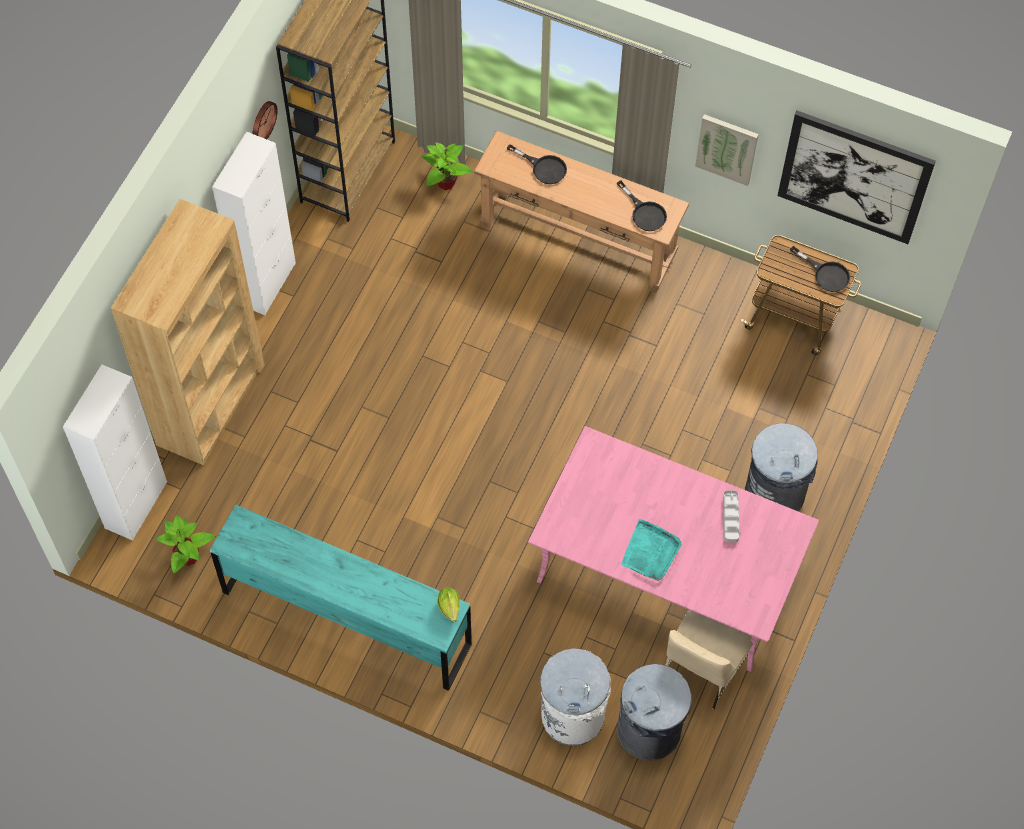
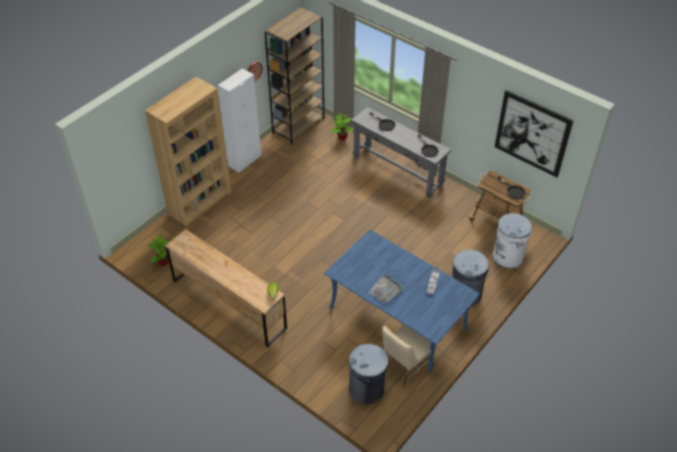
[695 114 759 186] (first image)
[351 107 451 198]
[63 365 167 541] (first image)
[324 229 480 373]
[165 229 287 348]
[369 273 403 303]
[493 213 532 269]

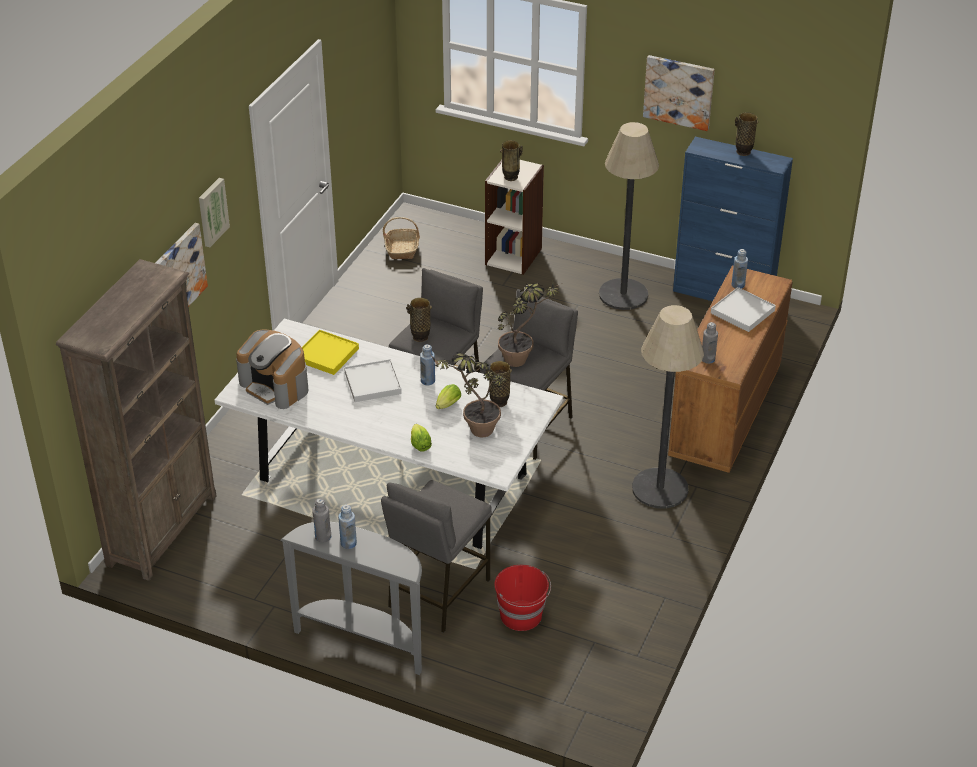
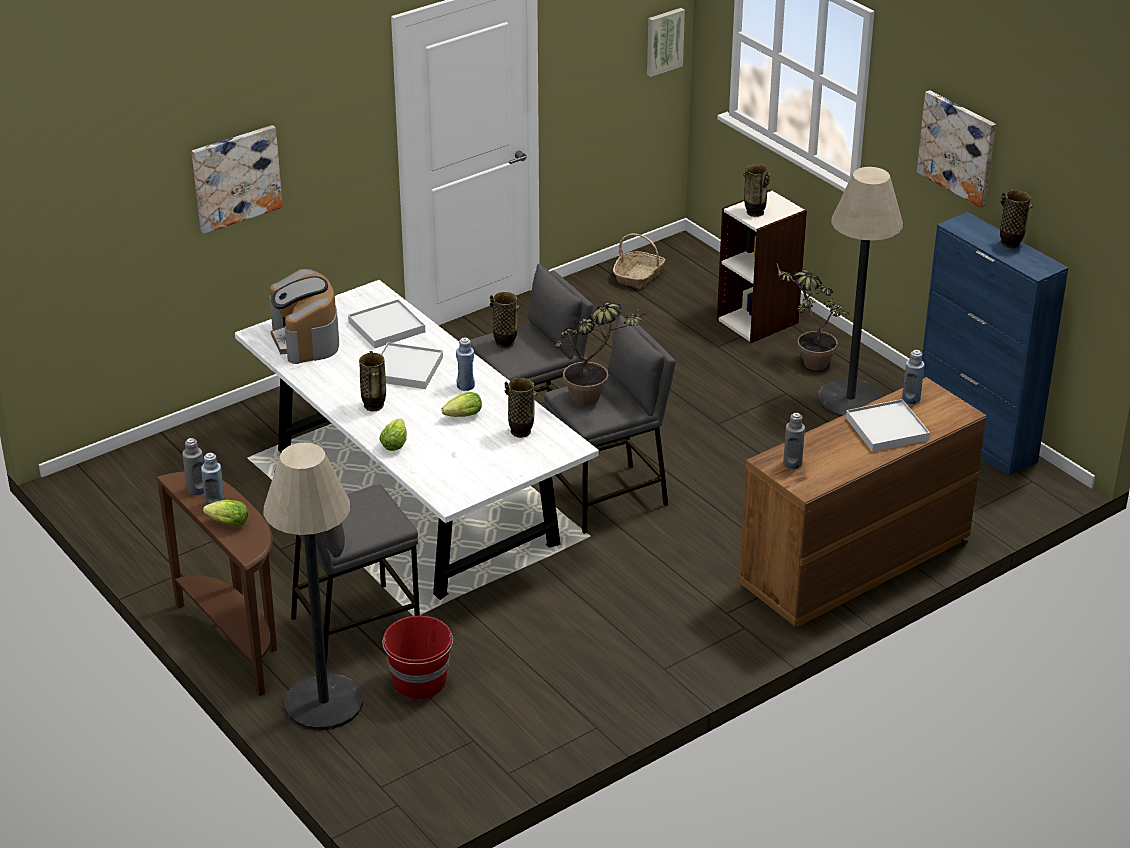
[647 8 685 77]
[56 259 217 581] (first image)
[263 443 363 730]
[348 299 425 348]
[777 264 849 370]
[156 471 277 696]
[359 351 386 411]
[203 500 248 526]

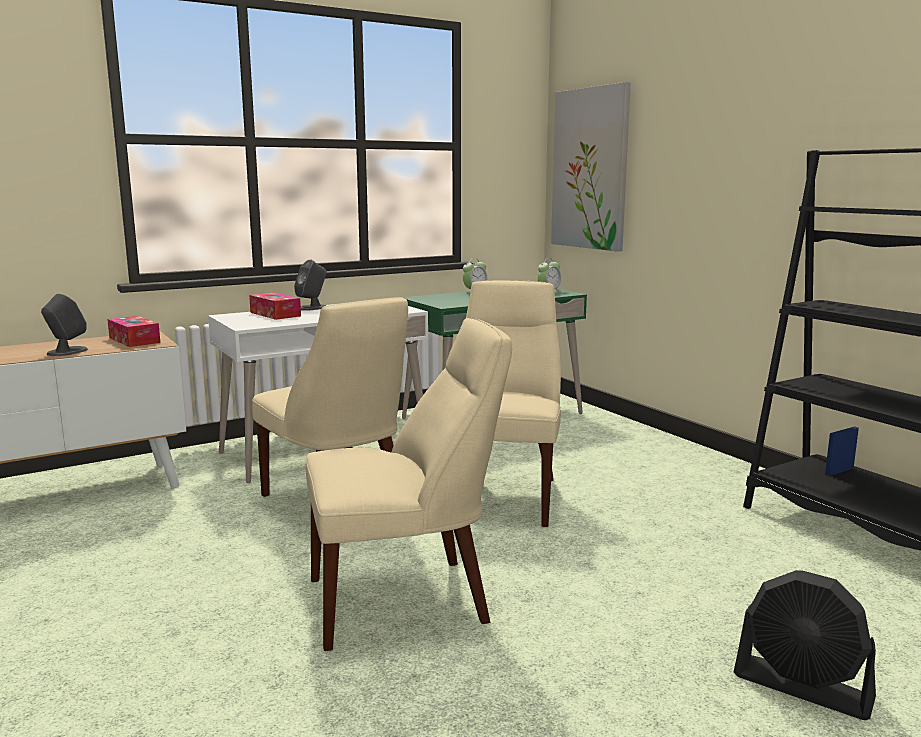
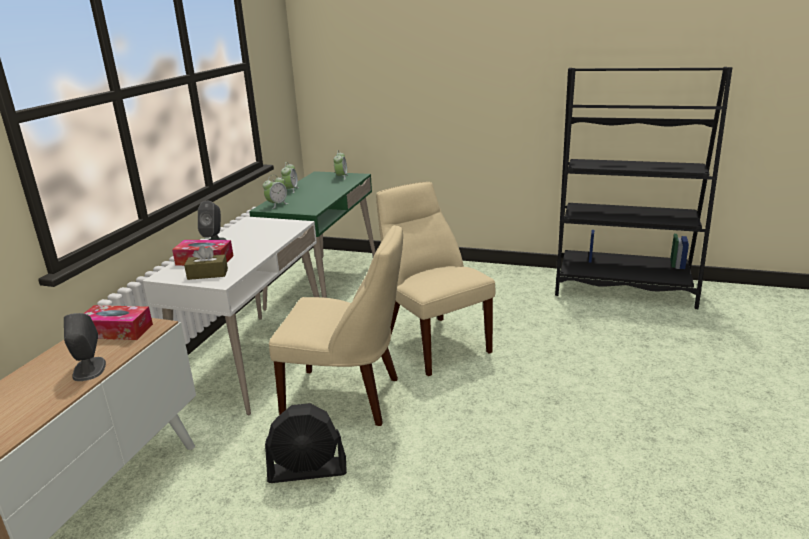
[551 82 631 252] (first image)
[306 318 512 651] (first image)
[265 403 347 483]
[263 175 289 209]
[184 245 228 280]

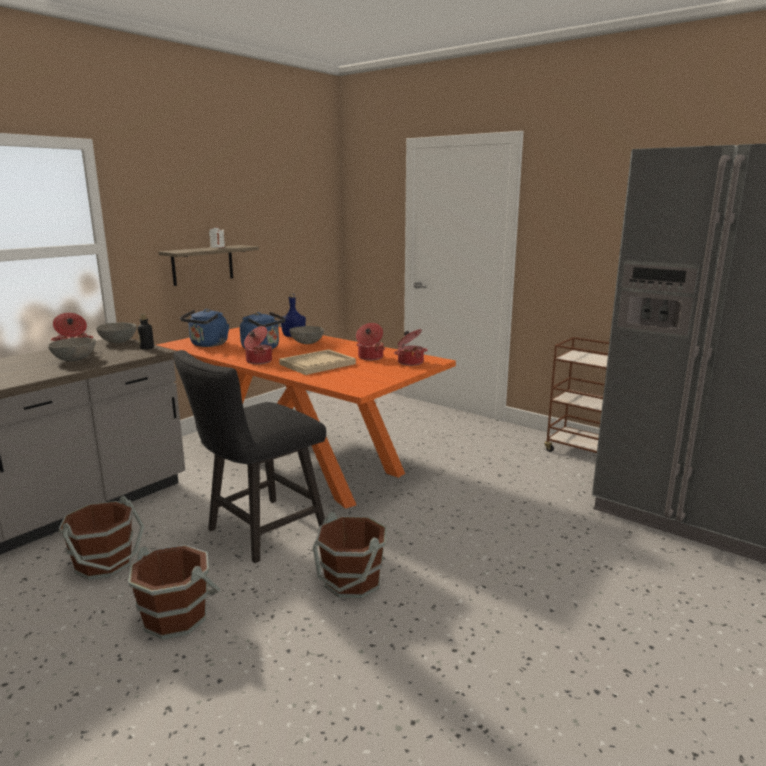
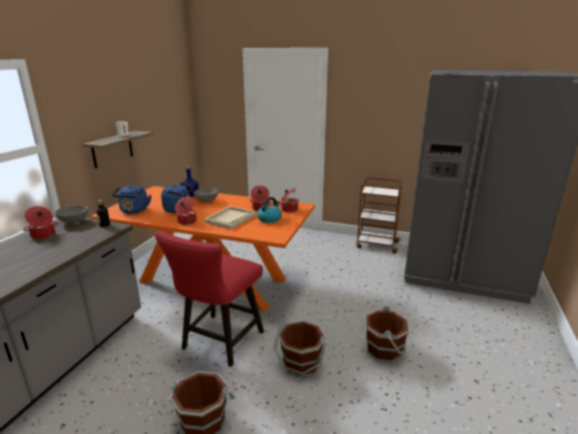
[48 337 96 362] (first image)
[155 231 264 367]
[366 305 410 363]
[257 197 282 223]

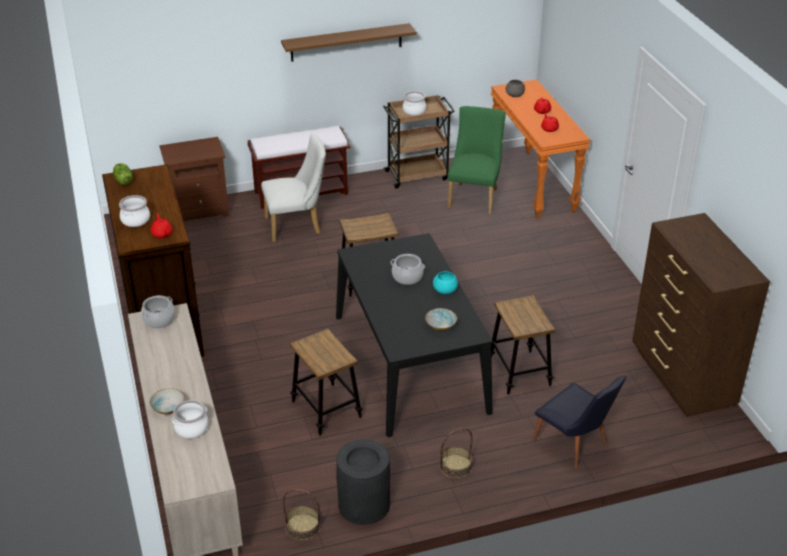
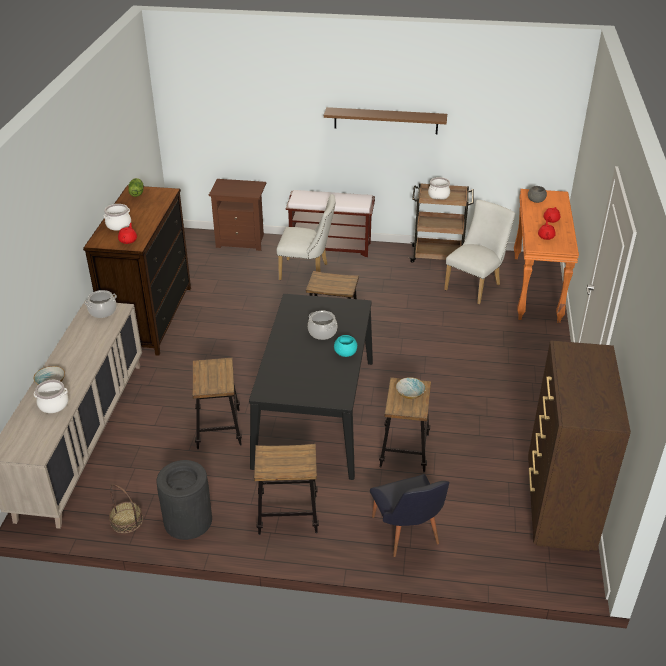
[444 200 515 304]
[396 377 426 399]
[254 444 319 535]

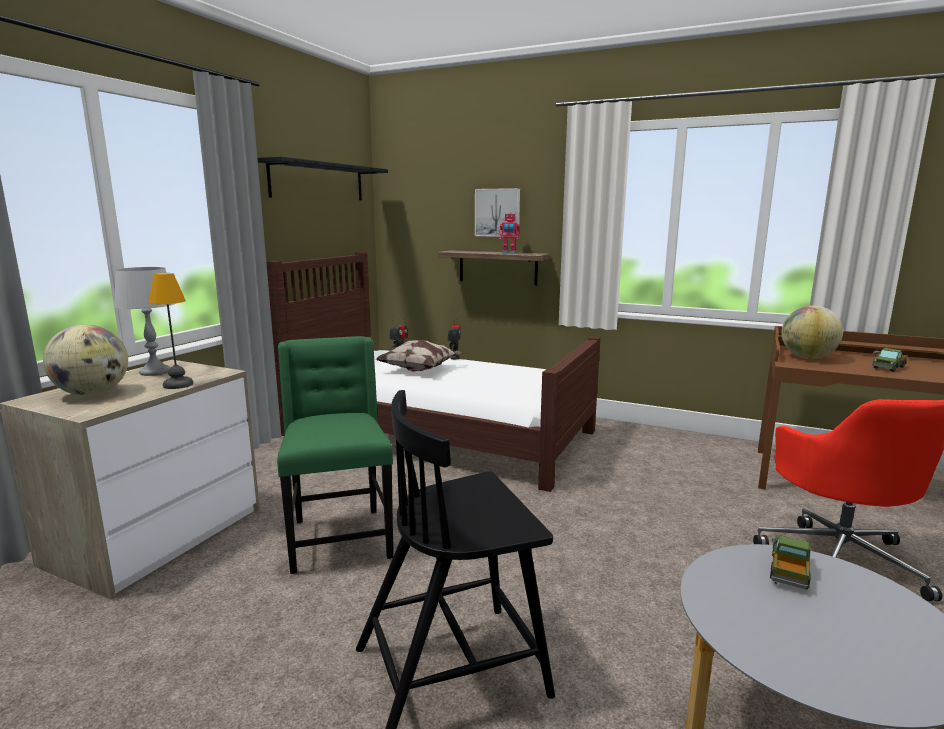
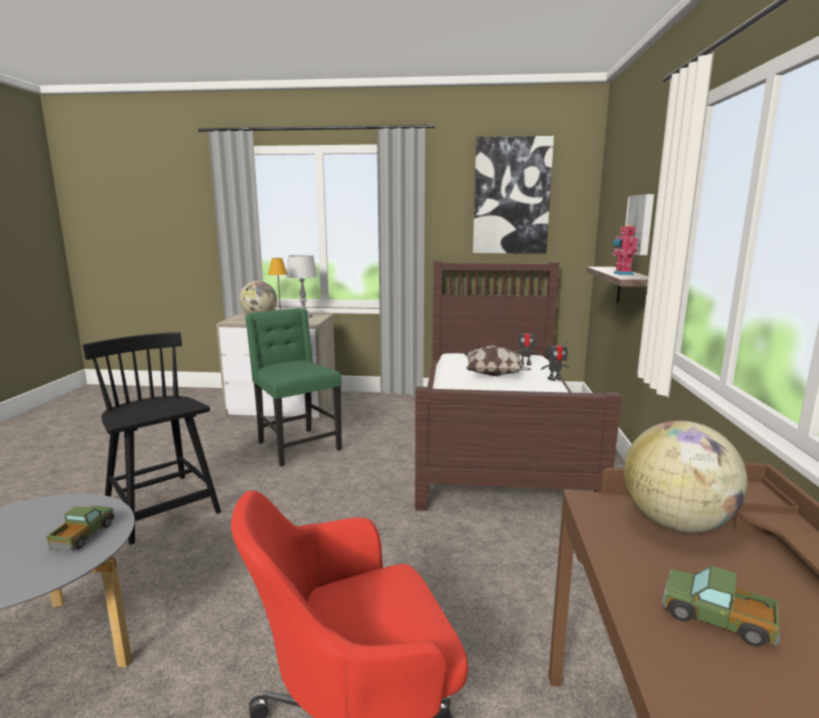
[473 136 554 254]
[245 308 342 467]
[46 505 115 550]

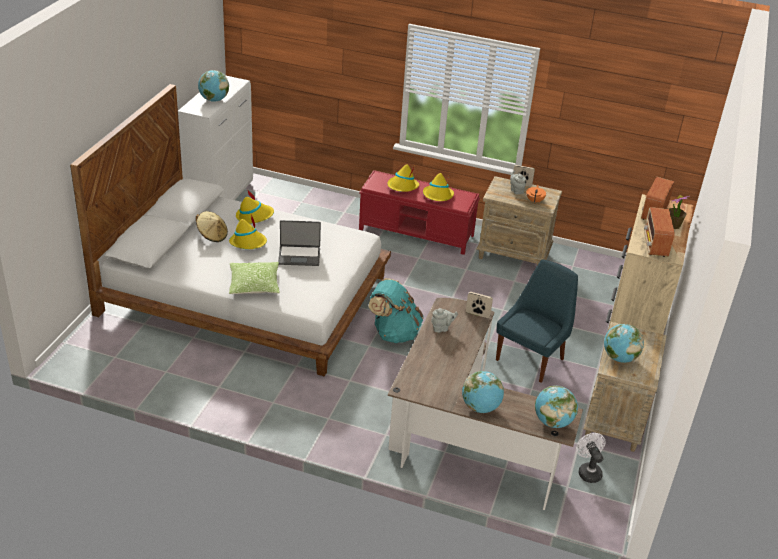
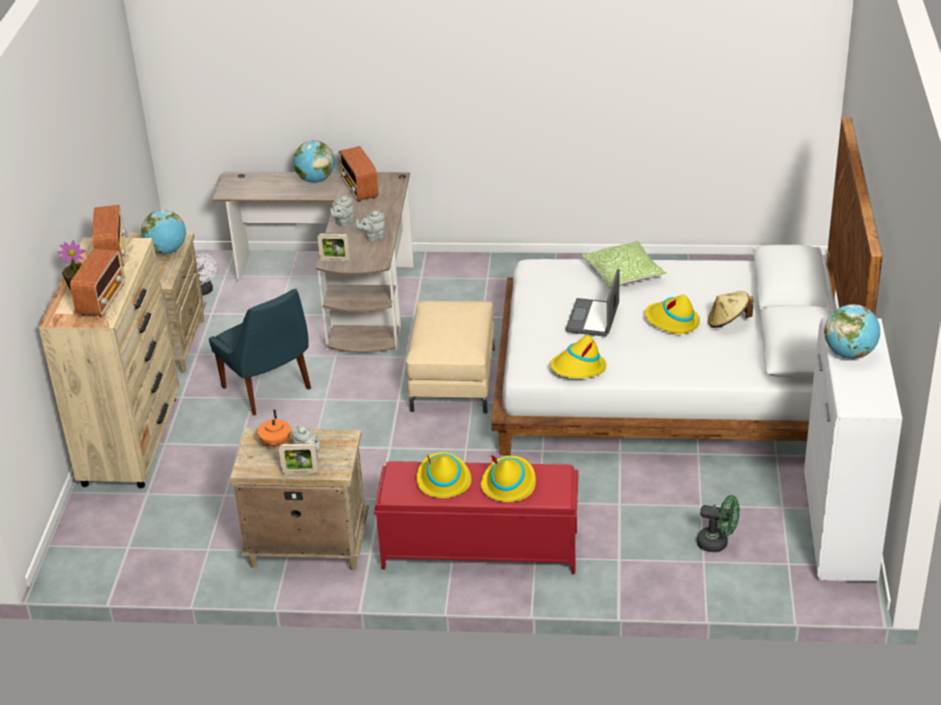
[550 335 606 378]
[566 269 620 337]
[209 289 311 416]
[406 301 495 414]
[535 386 578 428] (first image)
[339 146 379 202]
[330 195 354 227]
[697 495 740 552]

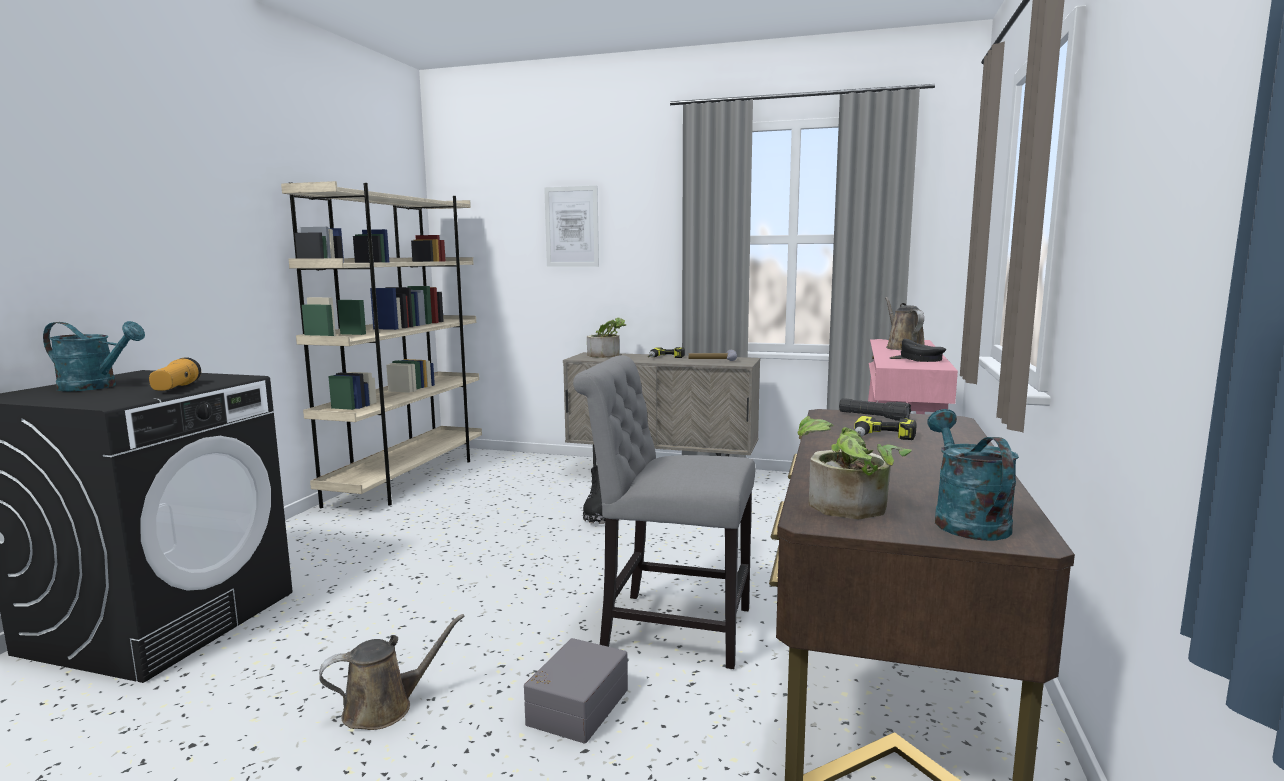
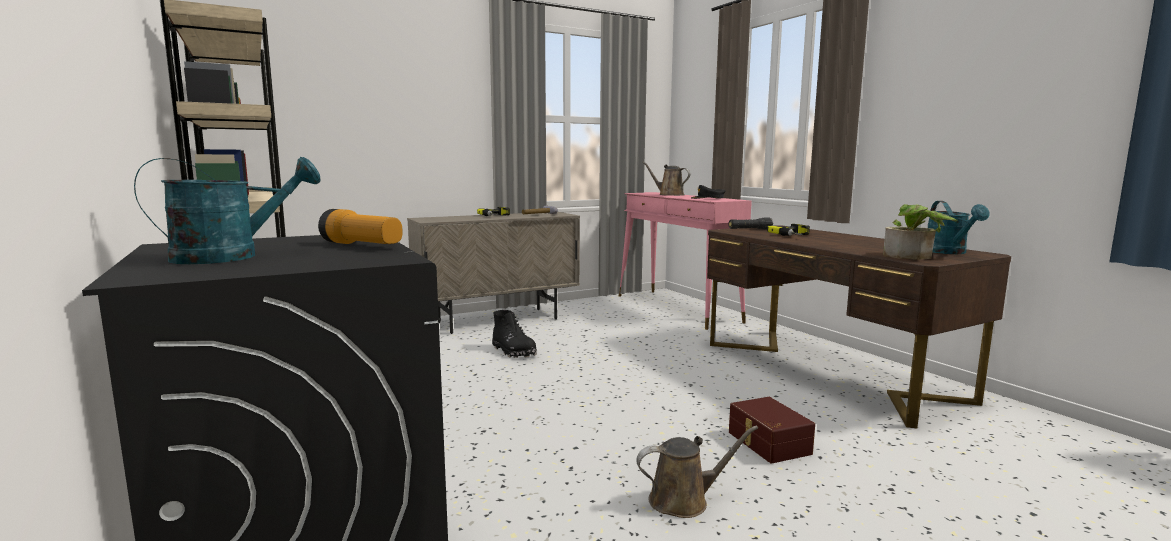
[544 186 599 267] (first image)
[587 318 626 358] (first image)
[573 355 755 669] (first image)
[928 201 990 254]
[636 426 758 518]
[729 397 815 464]

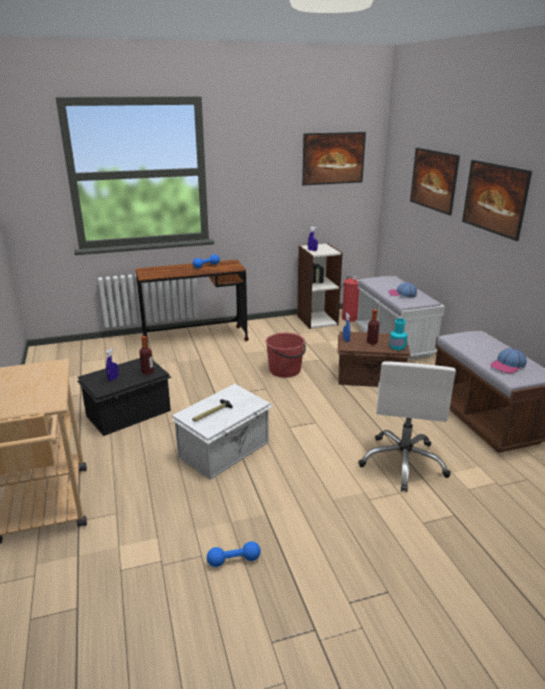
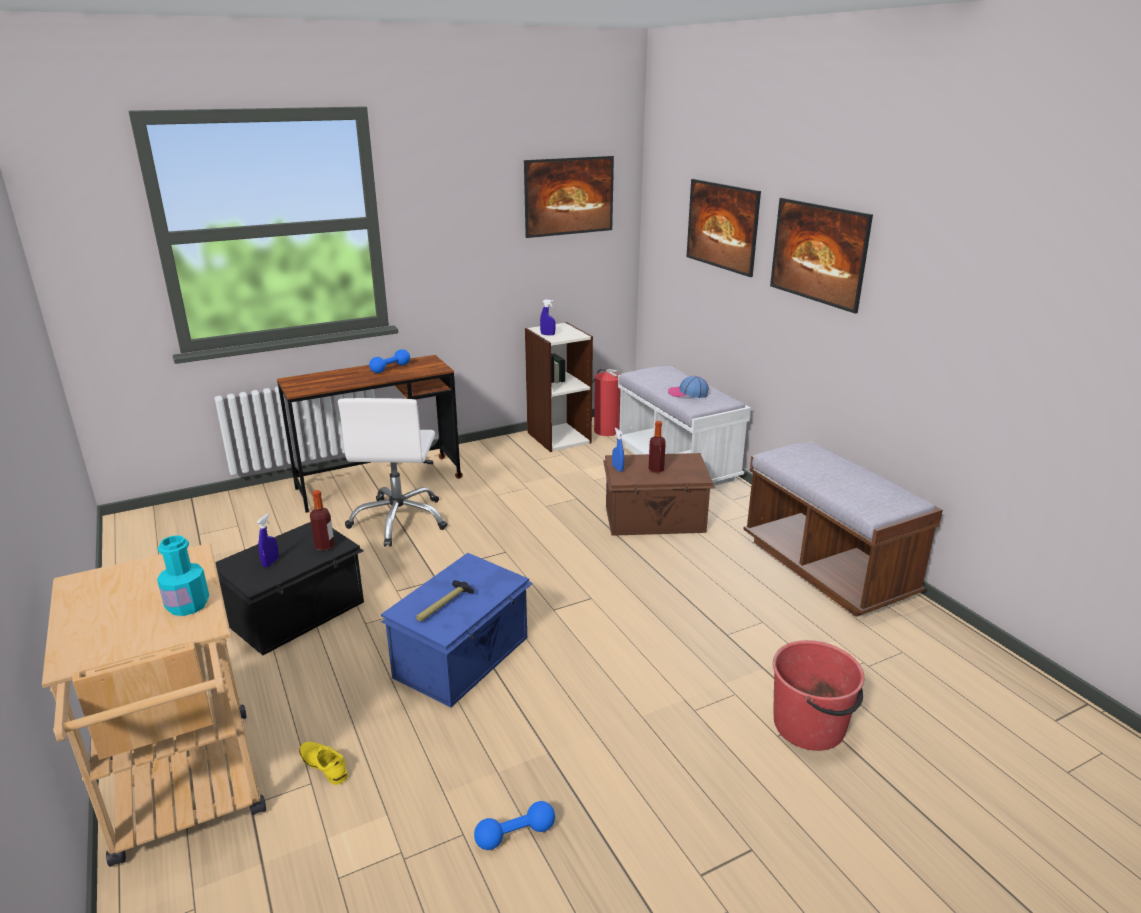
[157 535 209 616]
[773 640 864 751]
[490 348 527 373] (first image)
[338 398 448 547]
[381 553 533 708]
[299 742 348 785]

